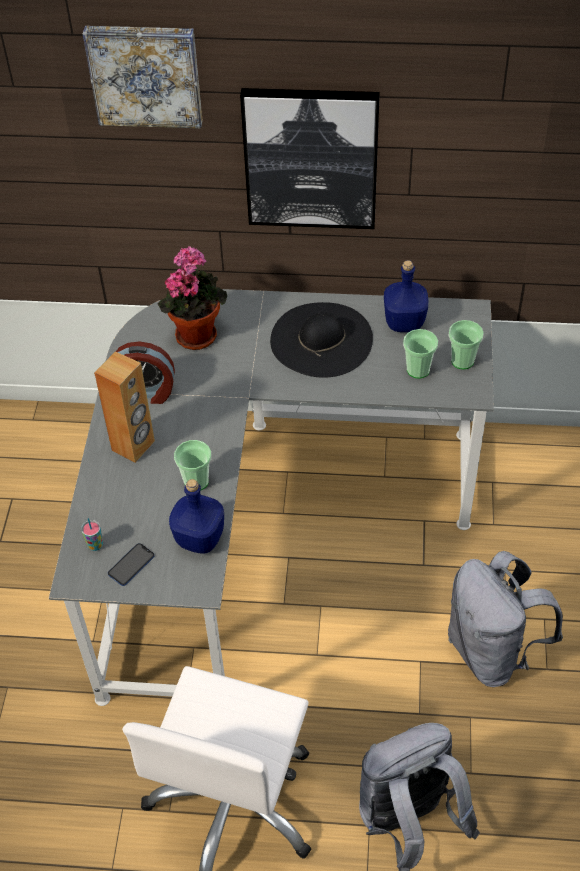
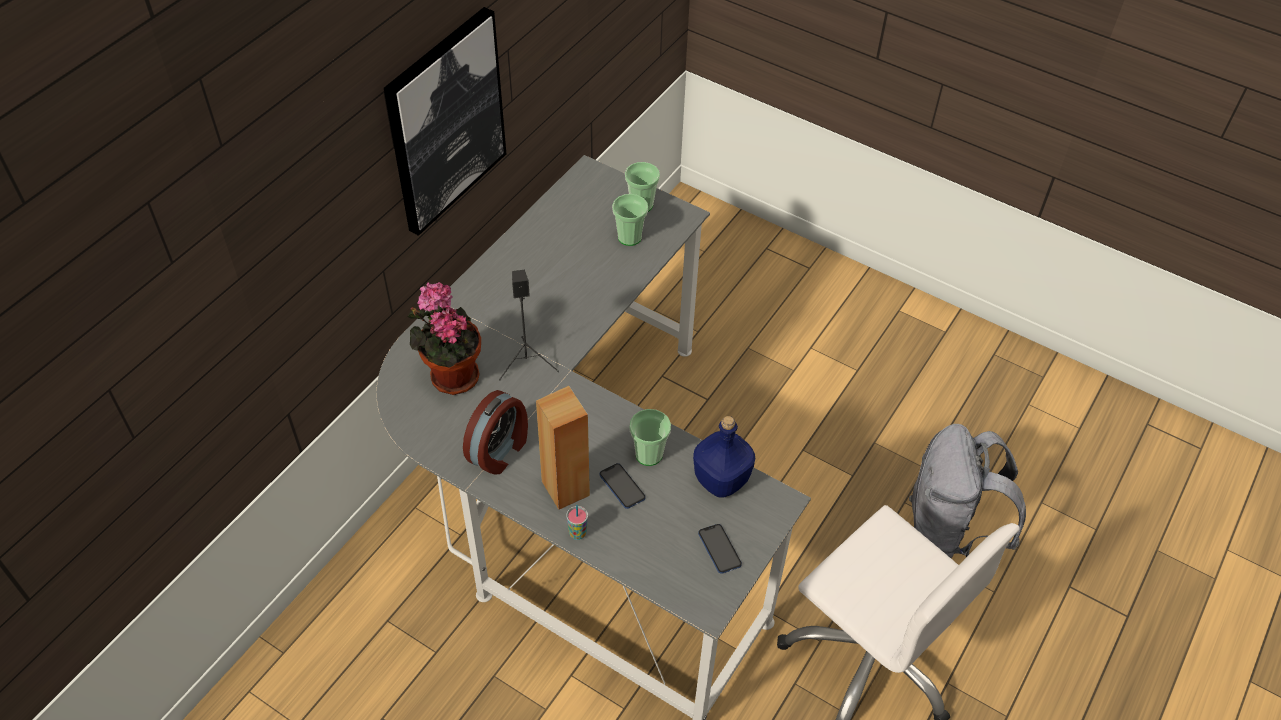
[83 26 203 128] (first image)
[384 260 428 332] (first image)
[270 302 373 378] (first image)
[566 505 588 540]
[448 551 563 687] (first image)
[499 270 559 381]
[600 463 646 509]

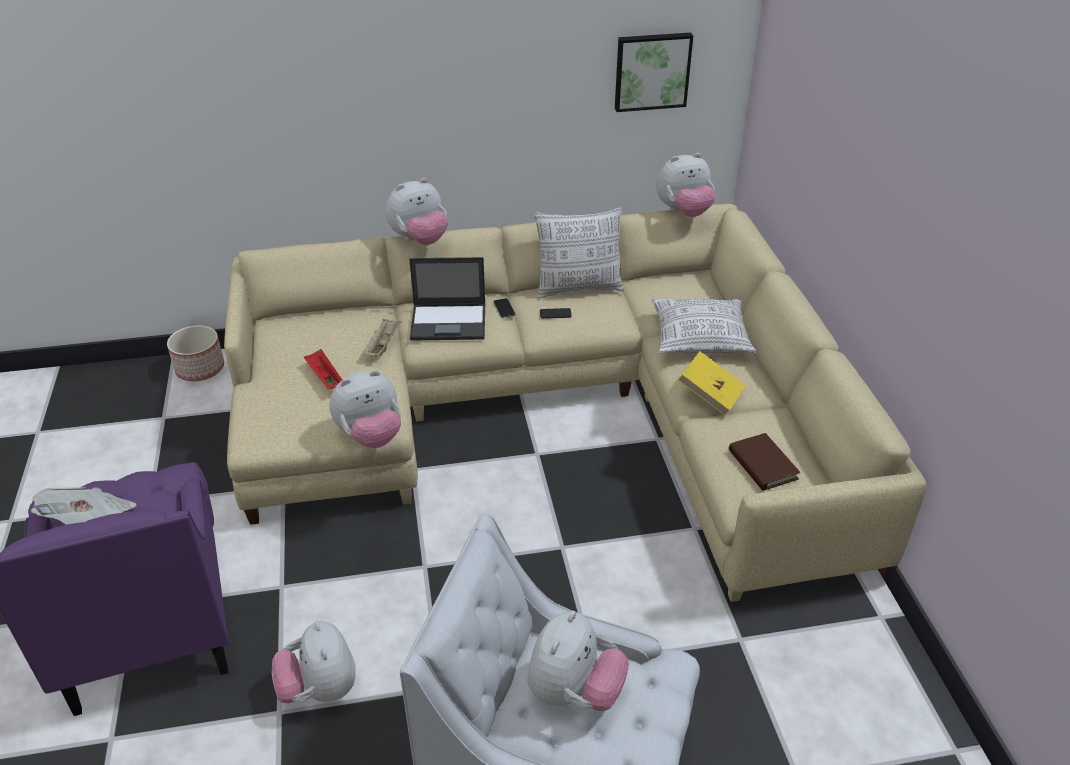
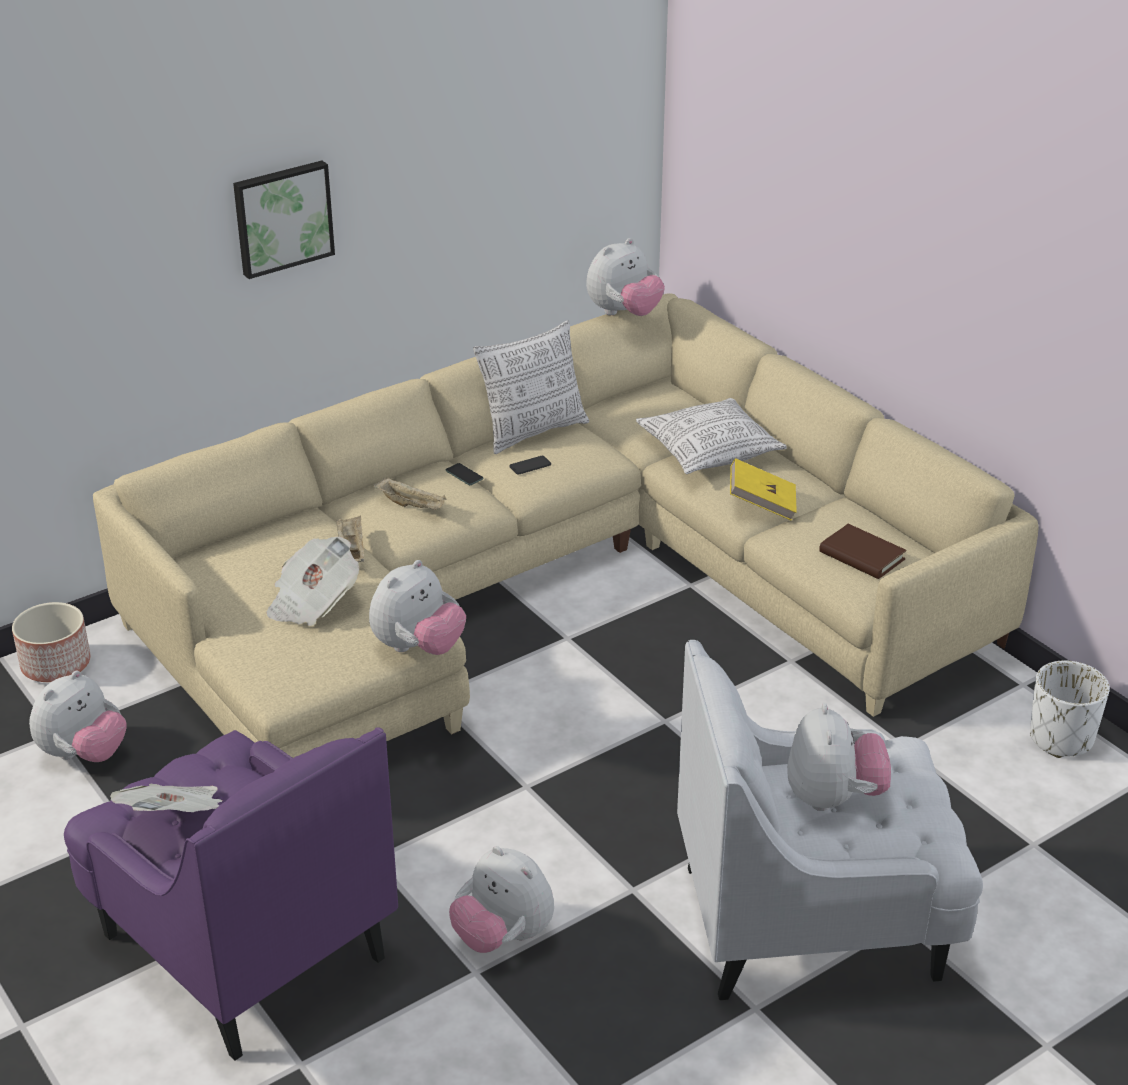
[233 161 335 279]
[29 671 127 762]
[374 477 446 510]
[266 537 359 626]
[1030 660 1110 758]

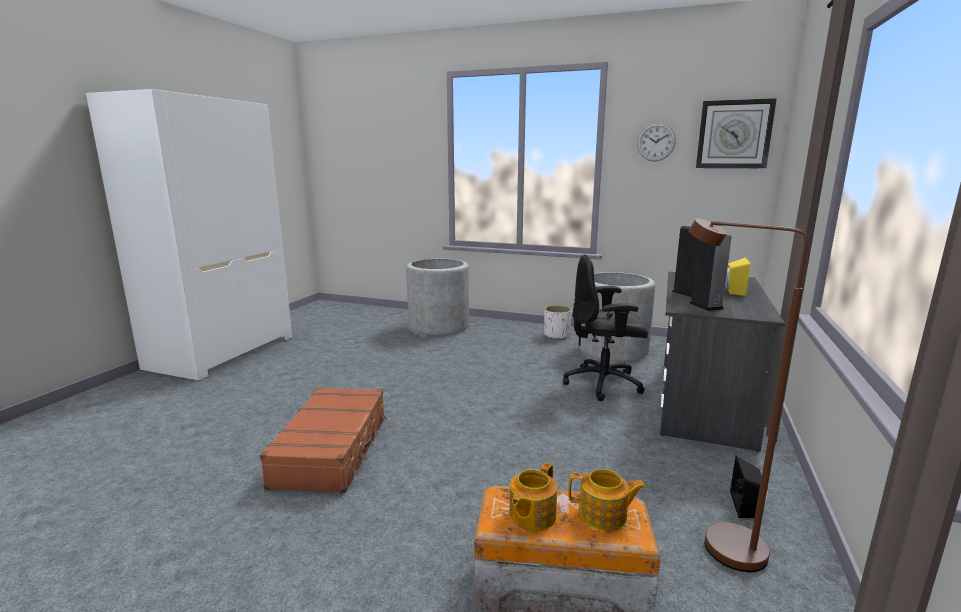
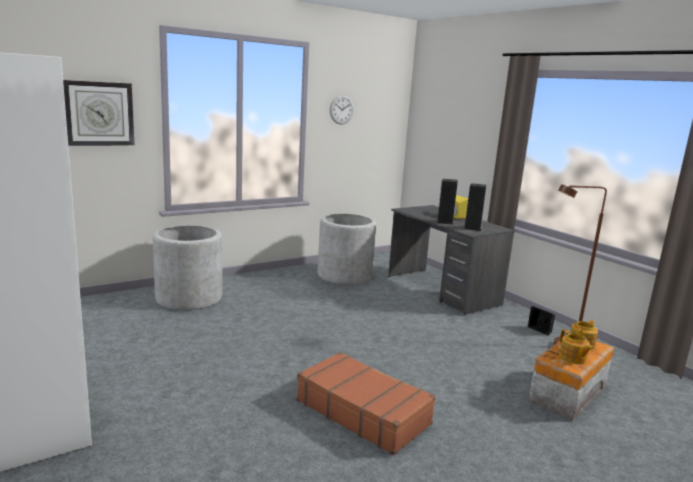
[63 80 134 146]
[563 254 648 401] (first image)
[544 305 572 340] (first image)

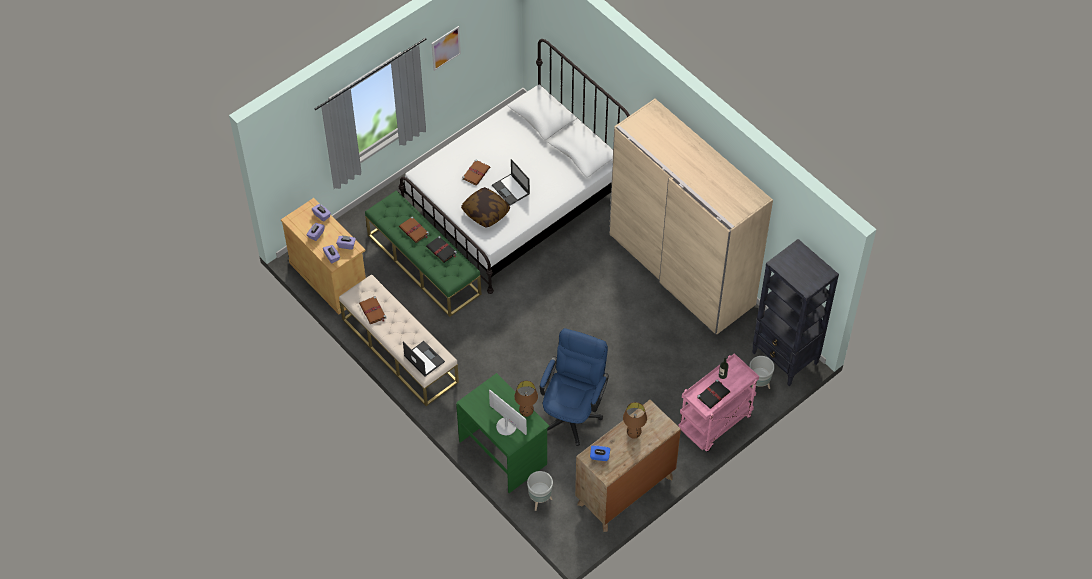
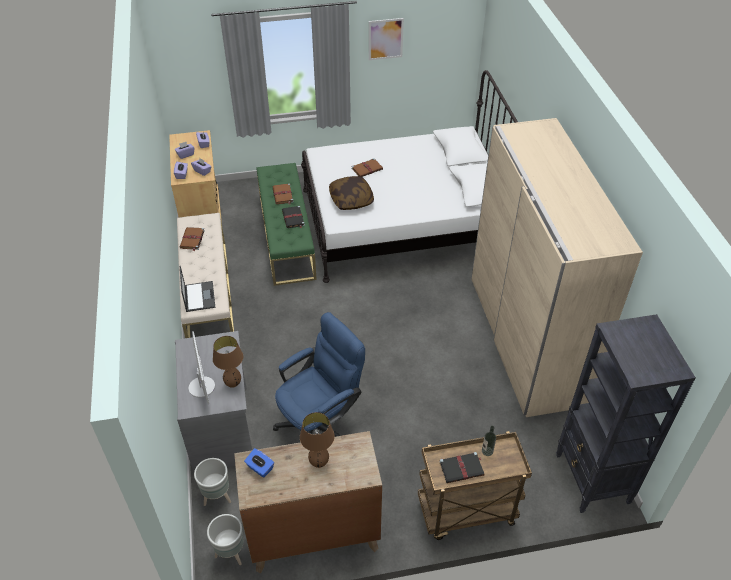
[492 159 530 206] (first image)
[418 431 532 540]
[207 514 243 565]
[175 331 252 473]

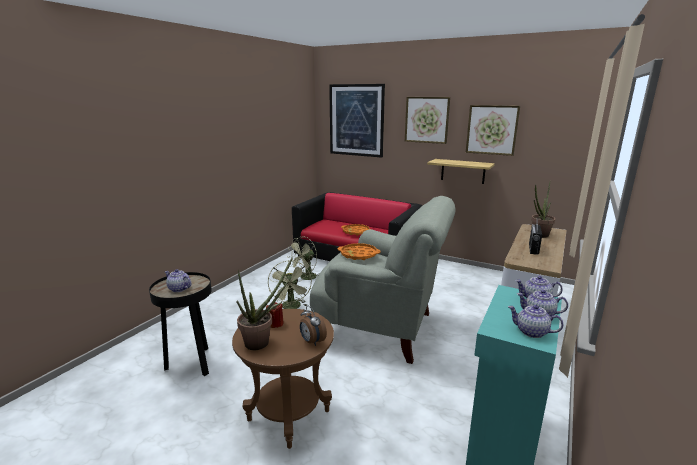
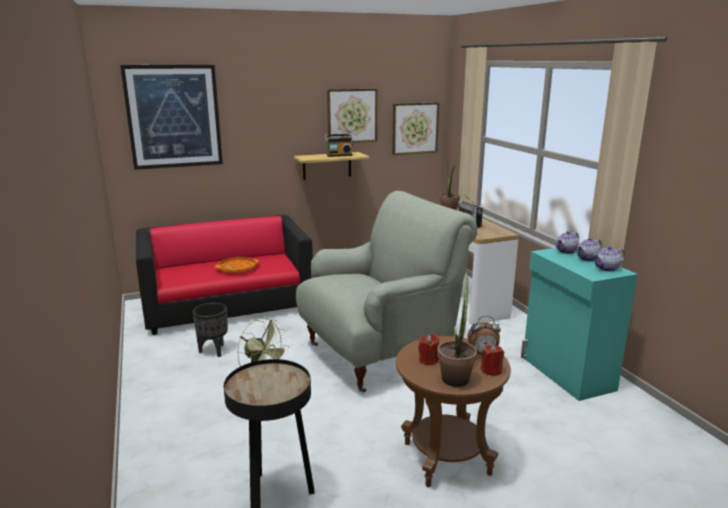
[392 102 439 155]
[193 303 228 357]
[338 243 380 260] (first image)
[165 269 191 292] (first image)
[325 134 353 157]
[481 345 504 376]

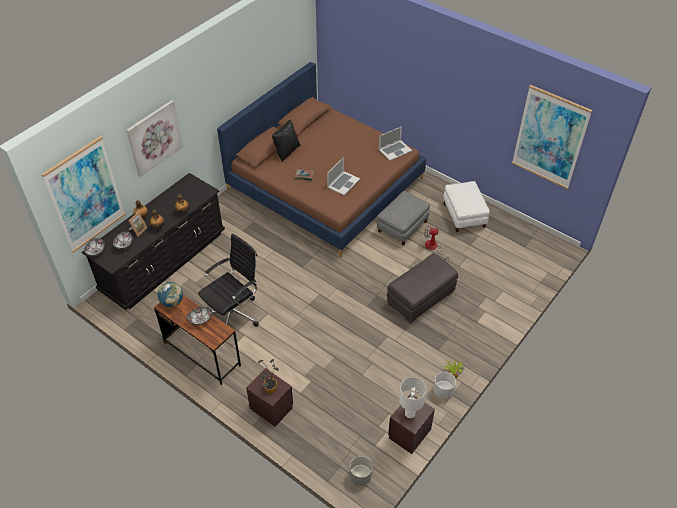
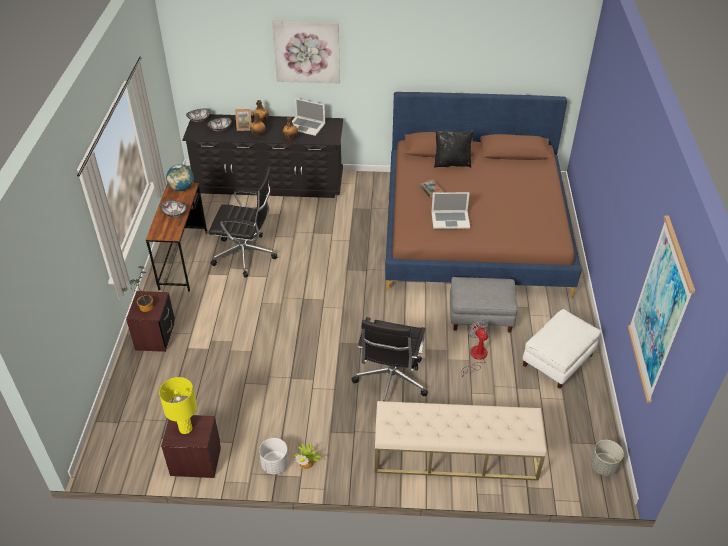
[292 98 325 136]
[41 136 126 253] (first image)
[351 317 428 401]
[159 377 197 434]
[591 440 624 476]
[375 401 547 481]

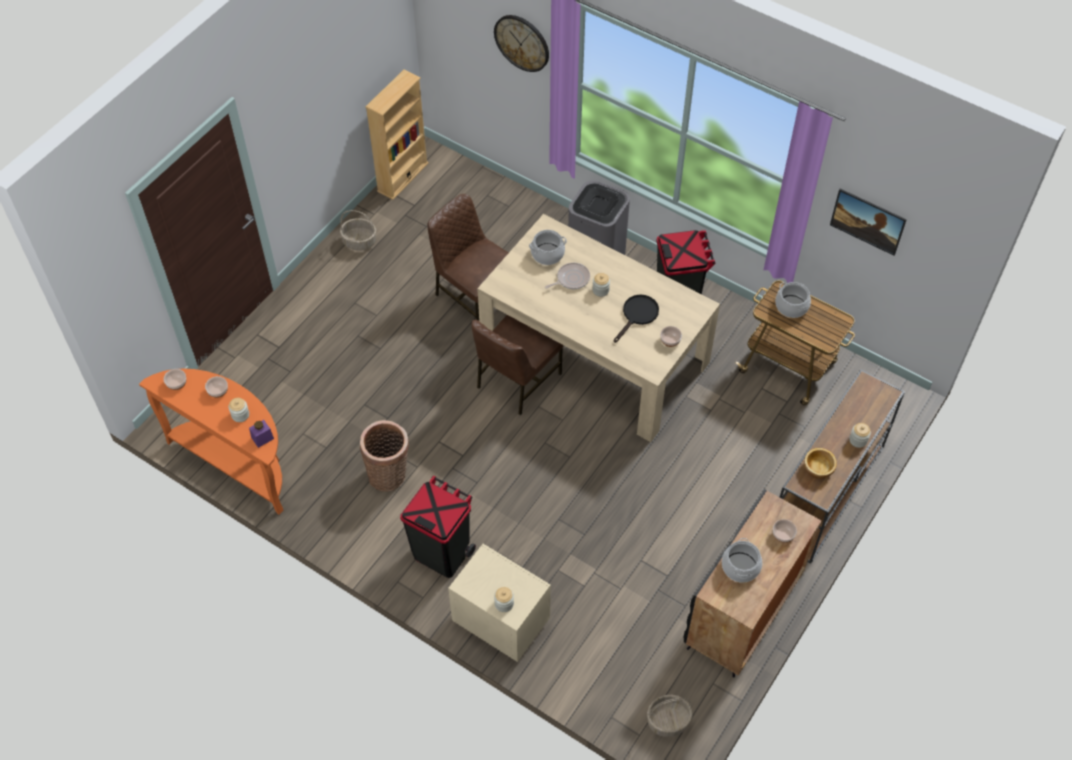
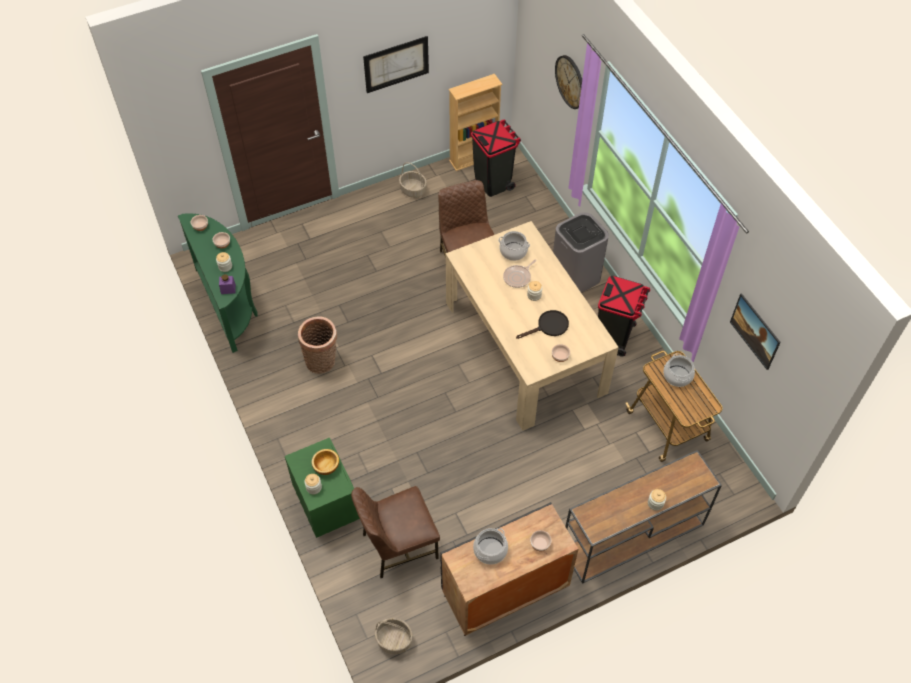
[503 259 537 288]
[351 486 440 578]
[178 214 258 353]
[312 449 339 475]
[471 119 521 197]
[285 437 360 538]
[363 36 429 93]

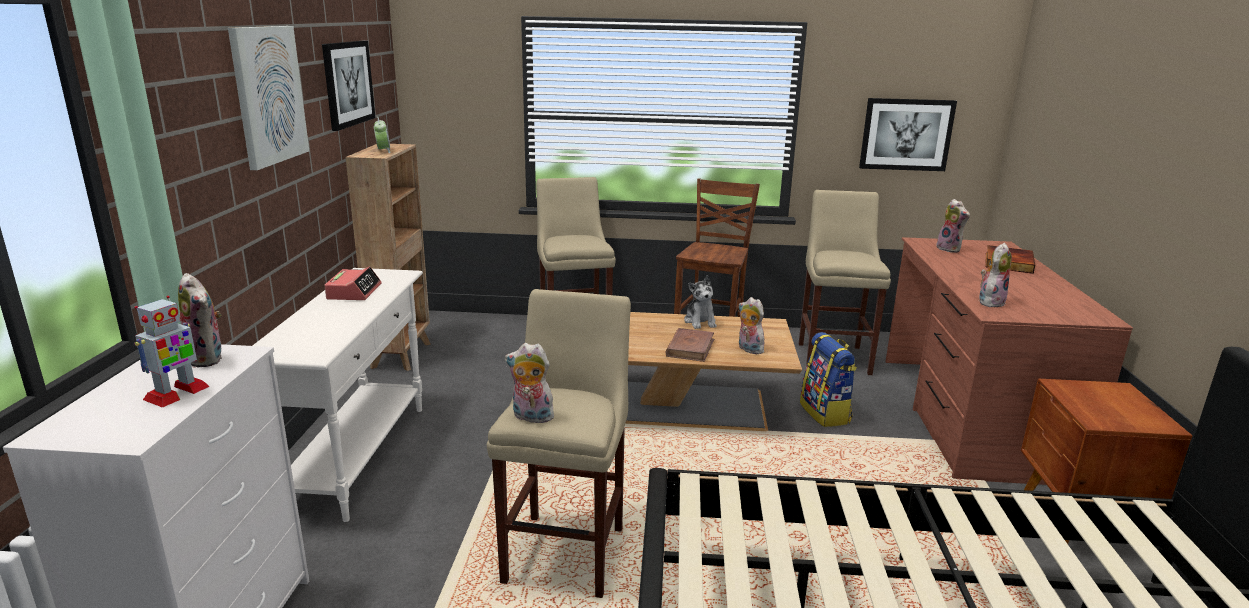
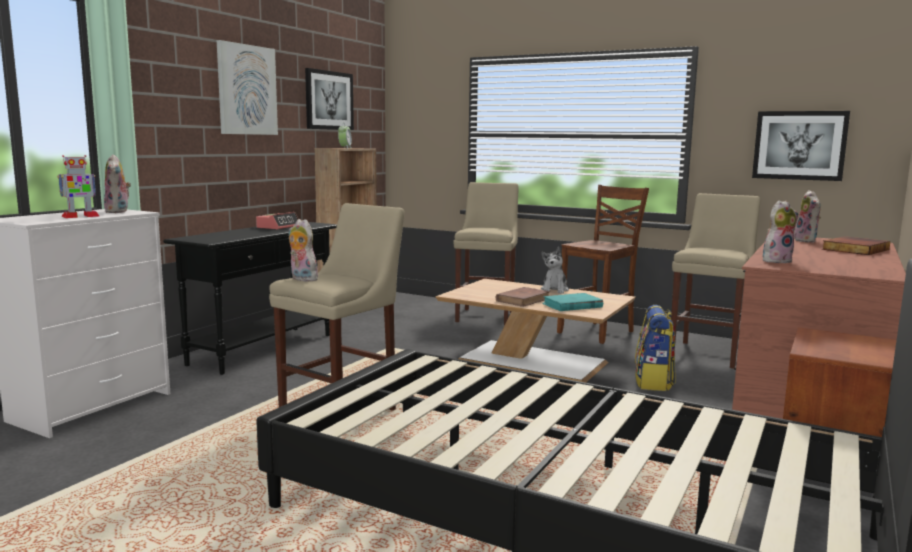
[163 222 337 375]
[542 293 603 311]

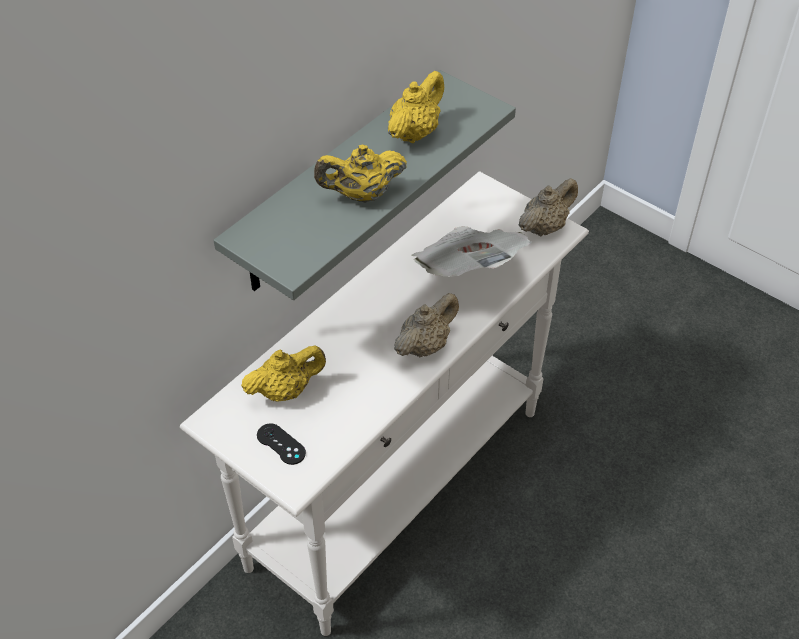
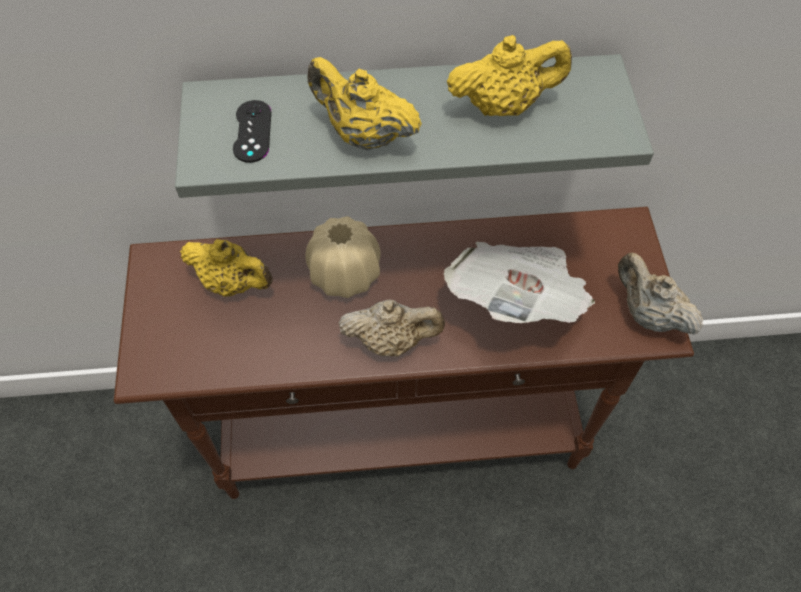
[114 207 694 499]
[618 252 703 335]
[233 100 271 163]
[306 216 381 298]

